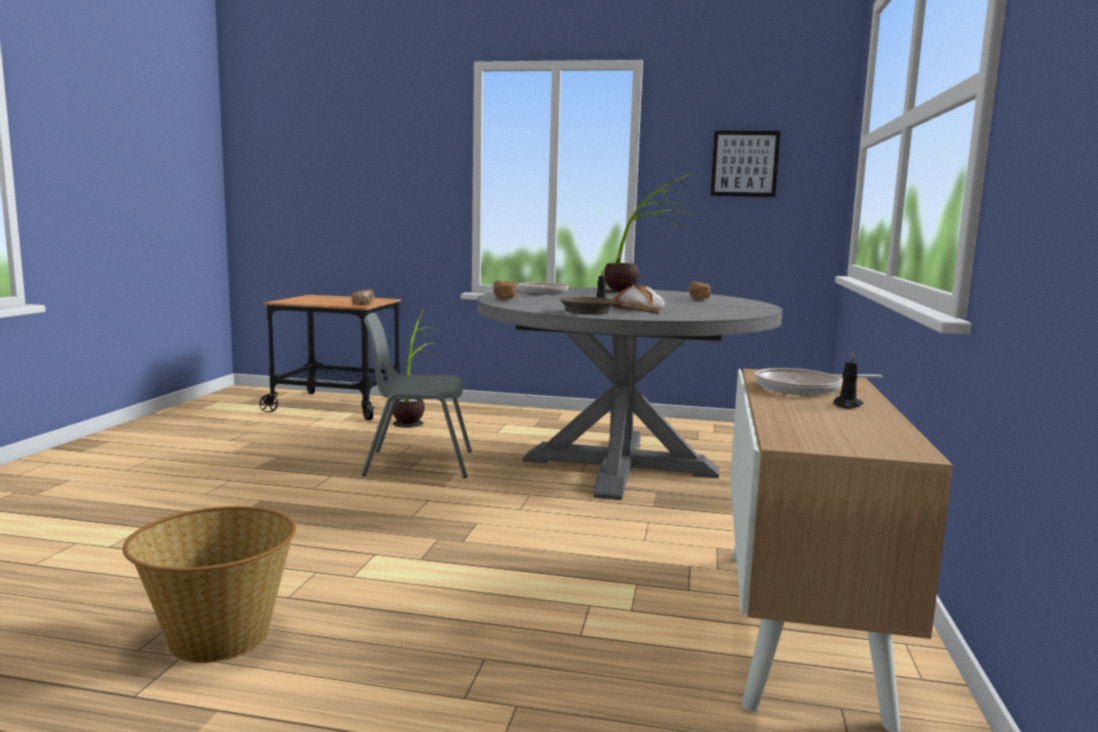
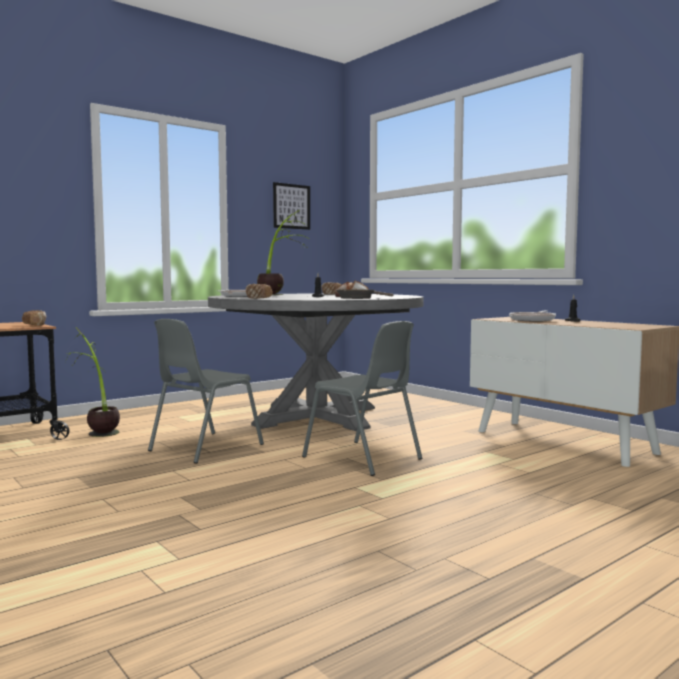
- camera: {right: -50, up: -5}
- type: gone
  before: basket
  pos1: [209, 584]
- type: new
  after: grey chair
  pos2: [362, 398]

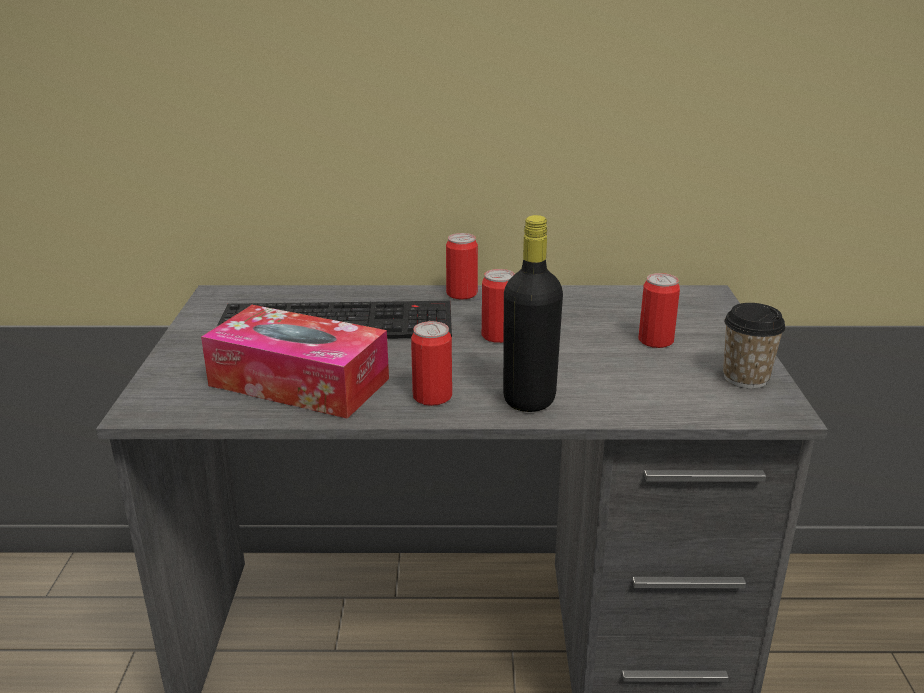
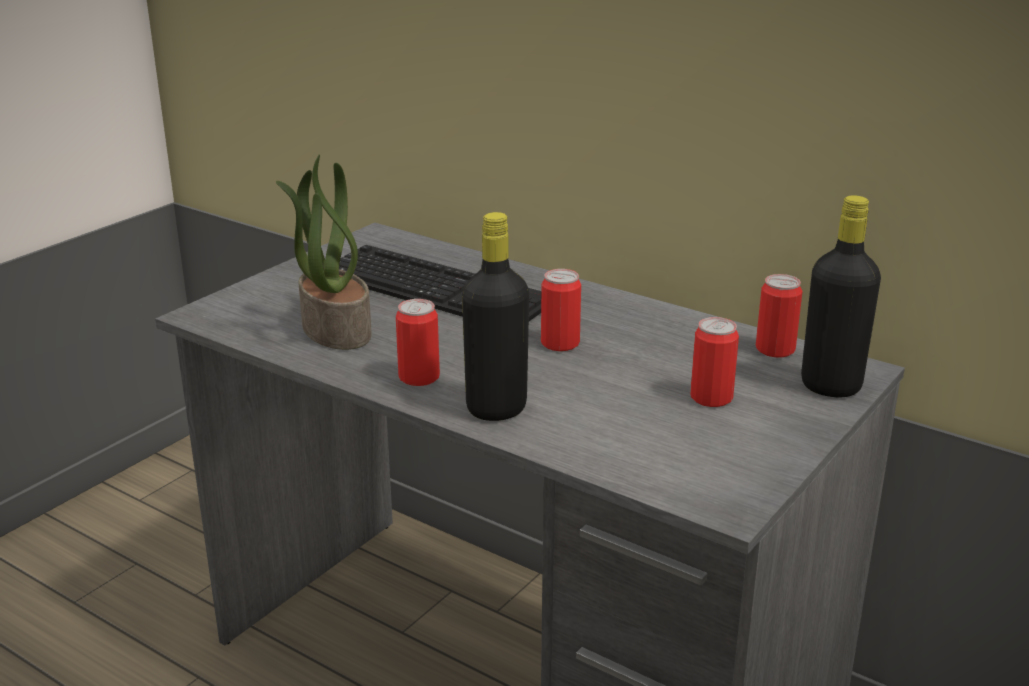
- camera: {right: 35, up: 0}
- type: swapped
  before: tissue box
  after: potted plant
  pos1: [295, 362]
  pos2: [324, 252]
- type: shifted
  before: can
  pos1: [462, 266]
  pos2: [779, 315]
- type: gone
  before: cup
  pos1: [754, 346]
- type: new
  after: black bottle
  pos2: [841, 296]

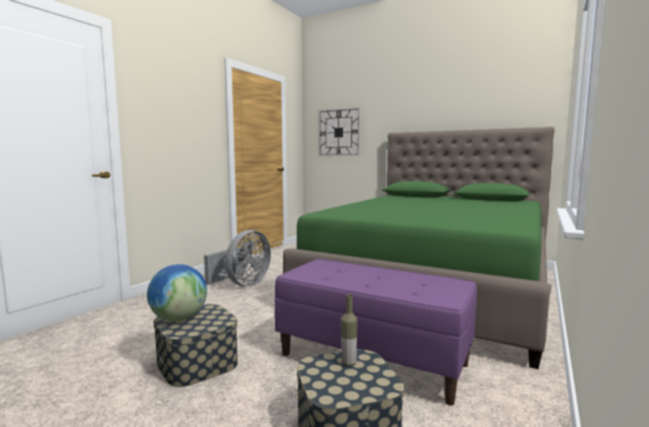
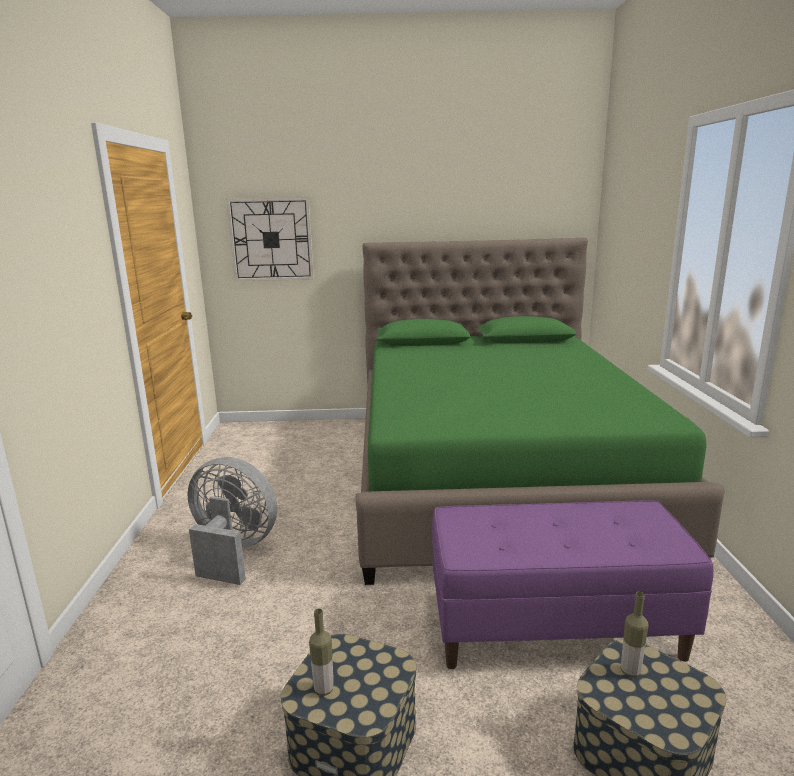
- camera: {right: -30, up: 10}
- type: swapped
  before: globe
  after: bottle
  pos1: [177, 293]
  pos2: [321, 652]
- type: rotated
  before: grey fan
  pos1: [237, 258]
  pos2: [232, 521]
  turn: -75

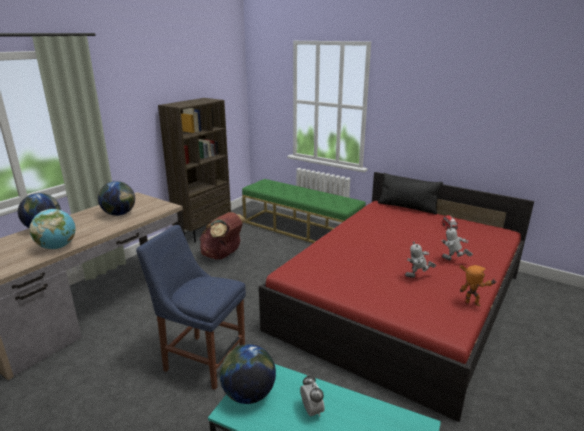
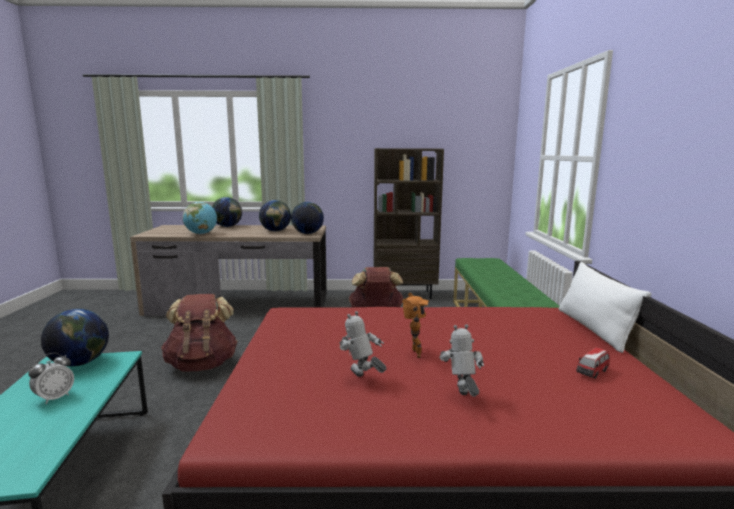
- camera: {right: 55, up: -10}
- type: swapped
  before: blue chair
  after: brown backpack
  pos1: [191, 307]
  pos2: [199, 333]
- type: repainted
  before: black pillow
  after: white pillow
  pos1: [410, 193]
  pos2: [605, 307]
- type: shifted
  before: toy robot
  pos1: [478, 285]
  pos2: [415, 325]
- type: new
  after: globe
  pos2: [307, 218]

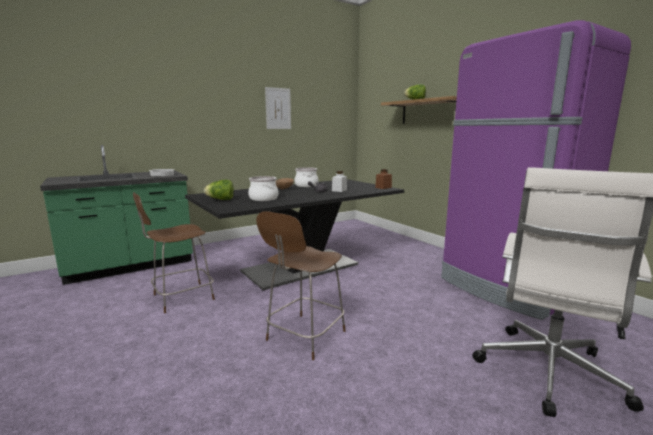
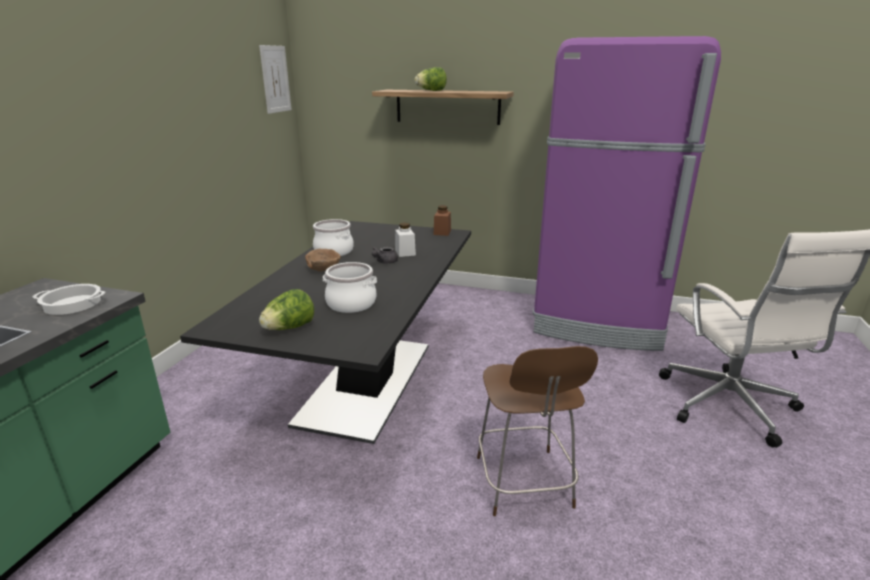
- camera: {right: -40, up: 10}
- type: gone
  before: brown chair
  pos1: [174, 252]
- type: shifted
  before: picture
  pos1: [278, 108]
  pos2: [275, 79]

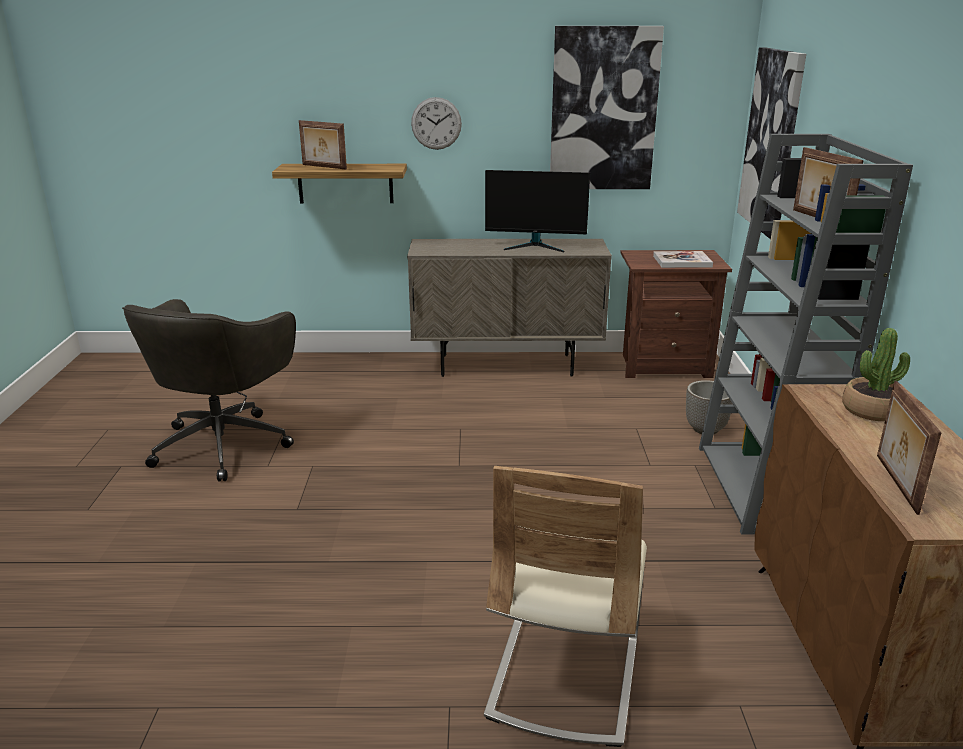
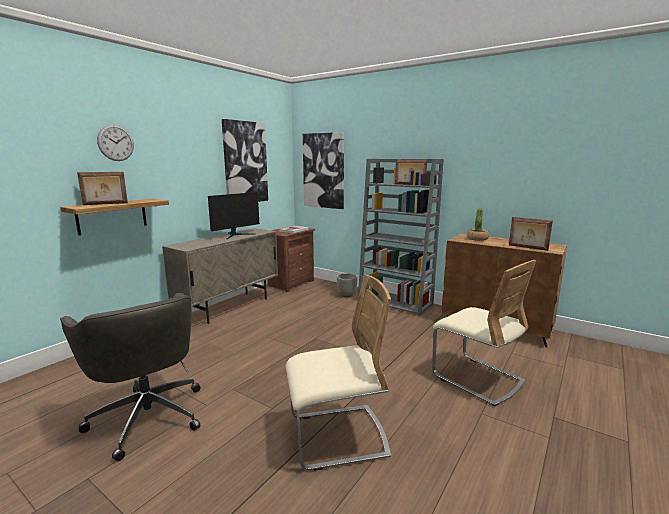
- camera: {right: -55, up: -10}
- type: shifted
  before: wall clock
  pos1: [436, 123]
  pos2: [115, 142]
- type: new
  after: beige chair
  pos2: [338, 373]

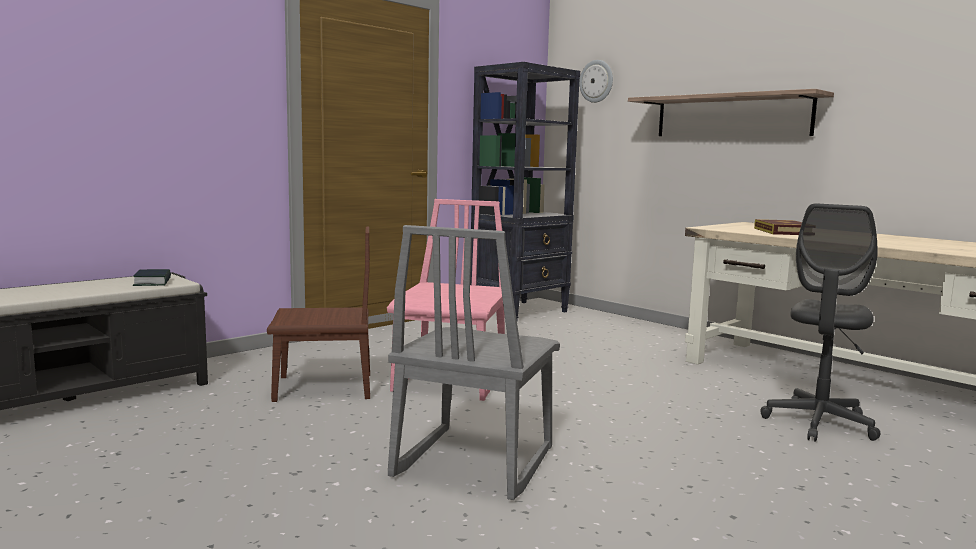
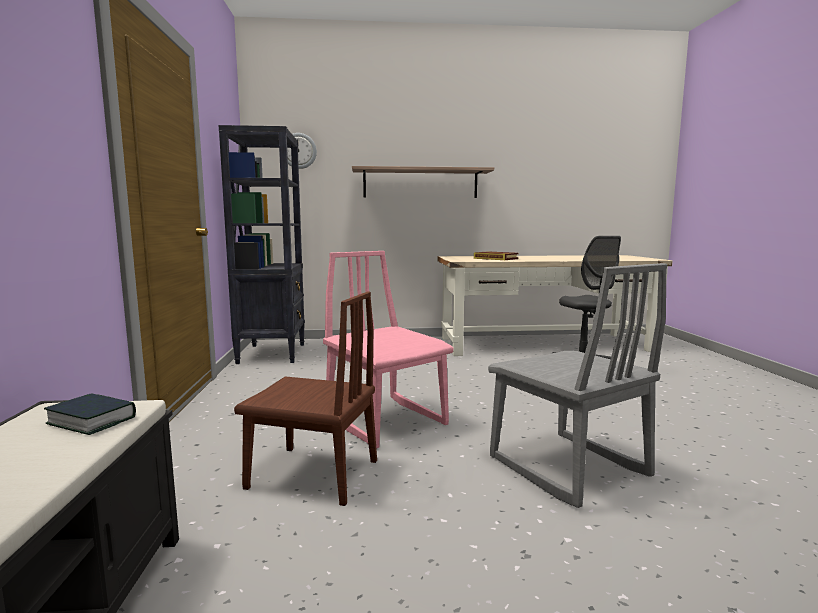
- camera: {right: -50, up: 0}
- type: rotated
  before: brown chair
  pos1: [318, 314]
  pos2: [305, 398]
  turn: 75

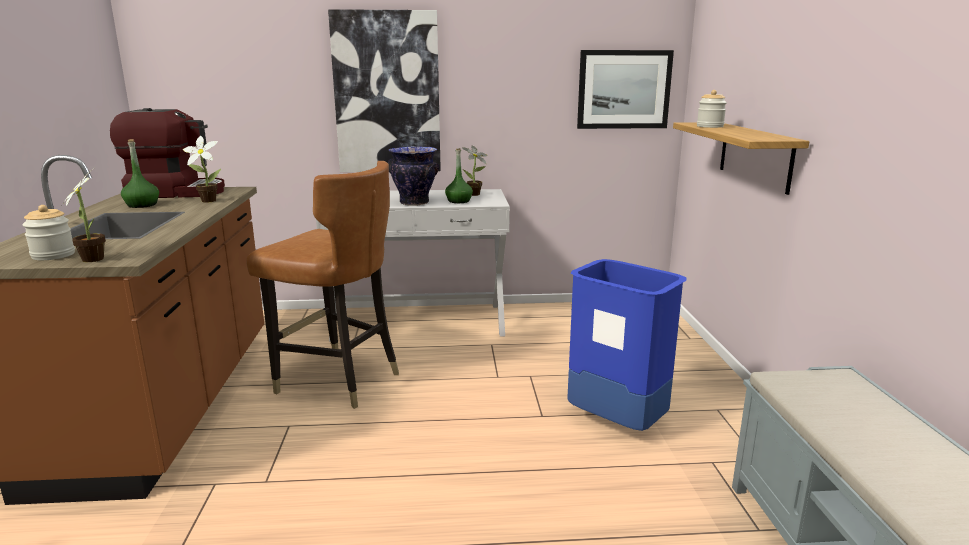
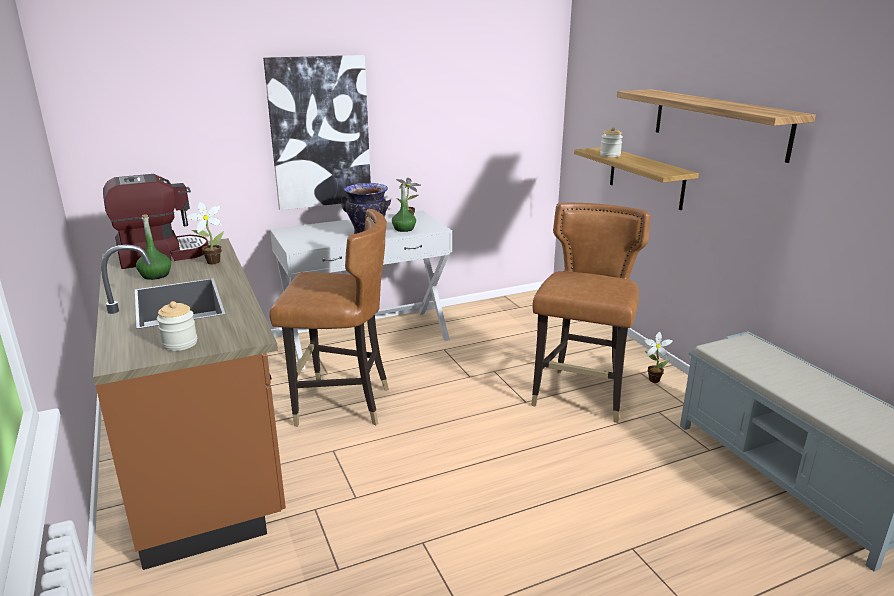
- camera: {right: -20, up: 5}
- type: shifted
  before: potted plant
  pos1: [83, 215]
  pos2: [658, 357]
- type: swapped
  before: blue trash can
  after: brown chair
  pos1: [626, 345]
  pos2: [591, 313]
- type: gone
  before: picture
  pos1: [625, 89]
- type: new
  after: shelf
  pos2: [716, 126]

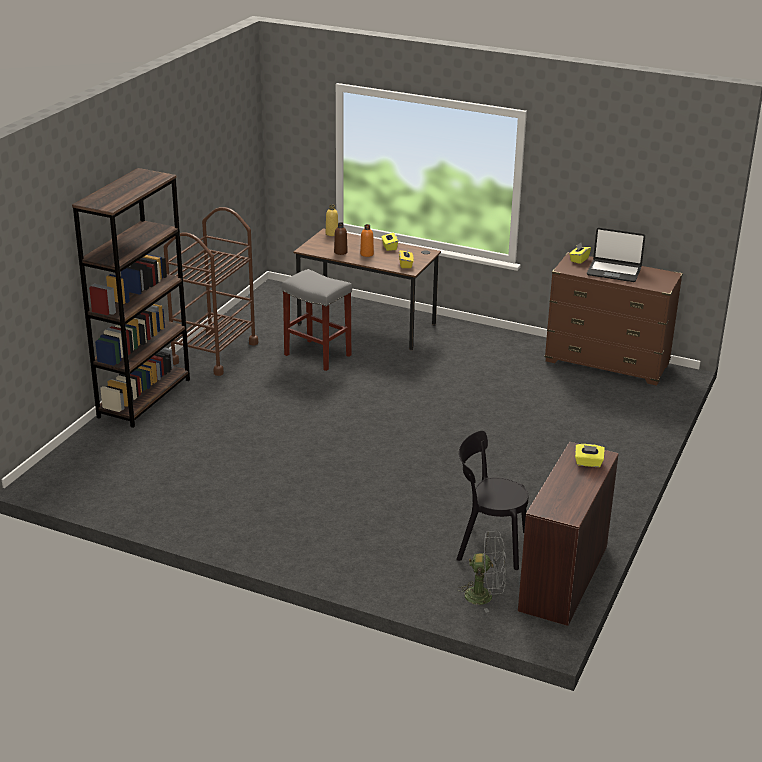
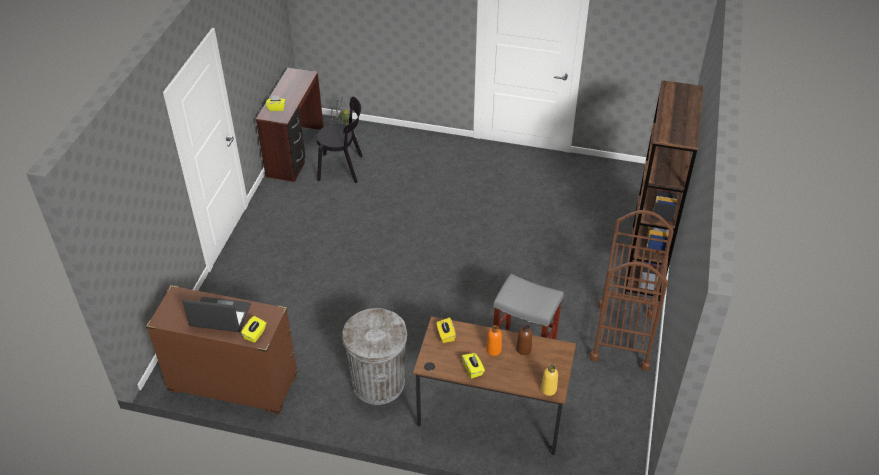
- camera: {right: 170, up: 15}
- type: new
  after: grey trash can
  pos2: [374, 356]

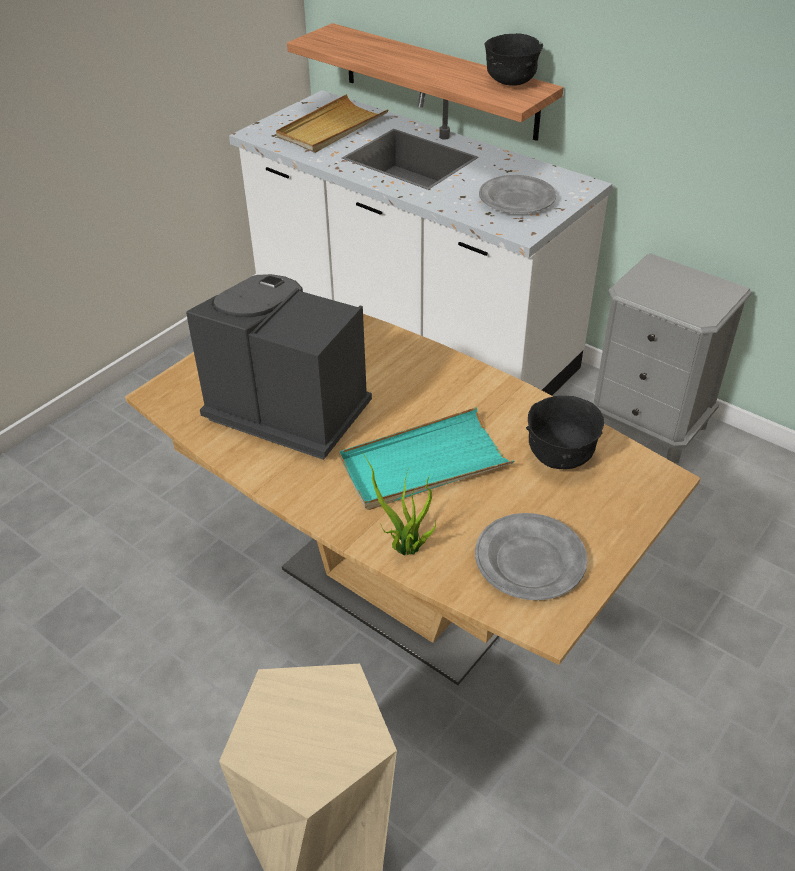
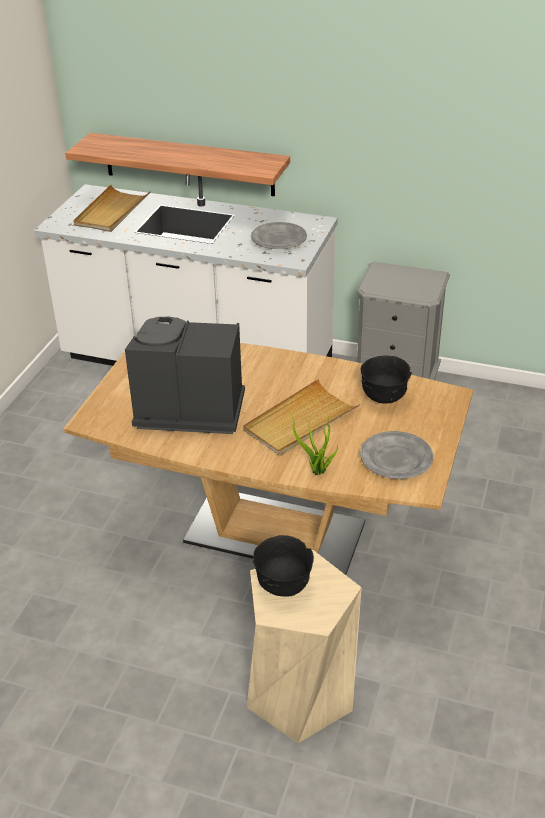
- camera: {right: -20, up: -5}
- type: repainted
  before: turquoise tray
  after: beige tray
  pos1: [426, 458]
  pos2: [301, 417]
- type: shifted
  before: black bowl
  pos1: [513, 59]
  pos2: [283, 566]

